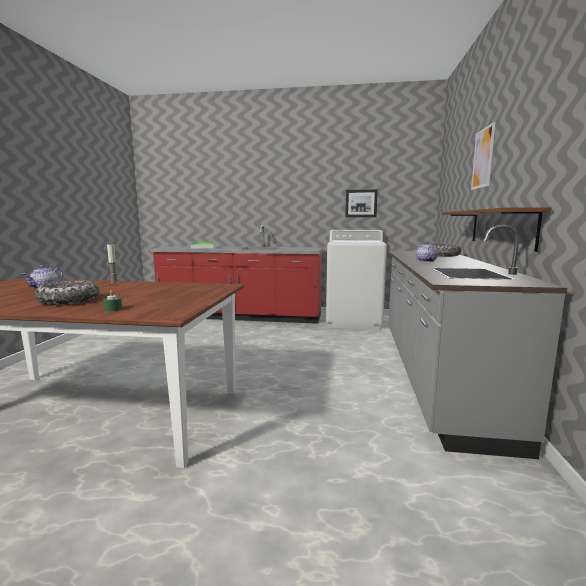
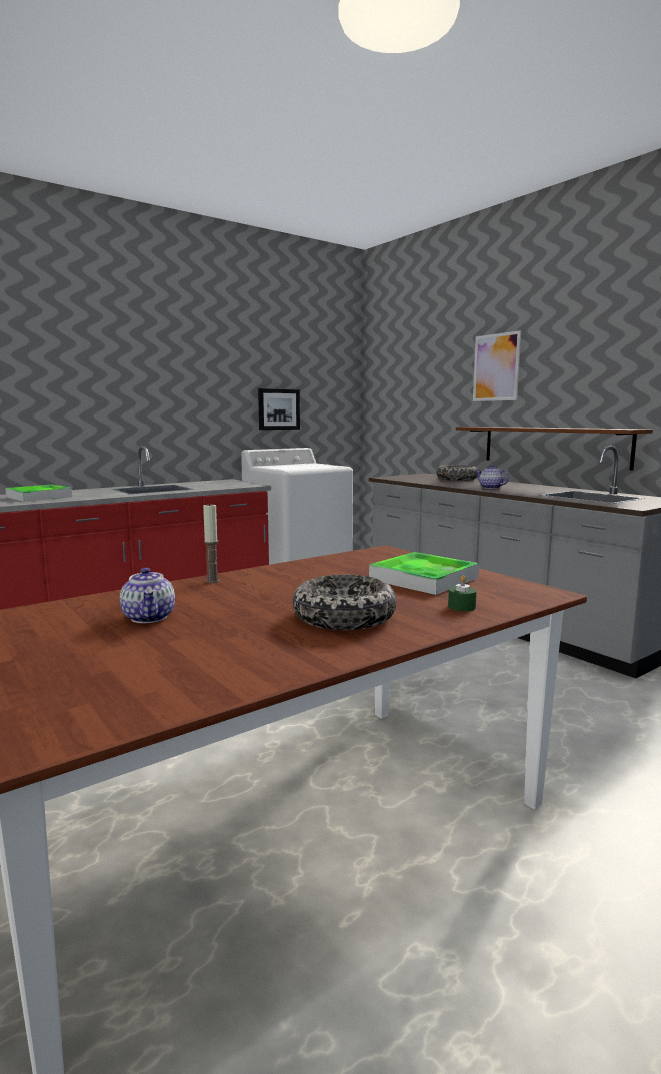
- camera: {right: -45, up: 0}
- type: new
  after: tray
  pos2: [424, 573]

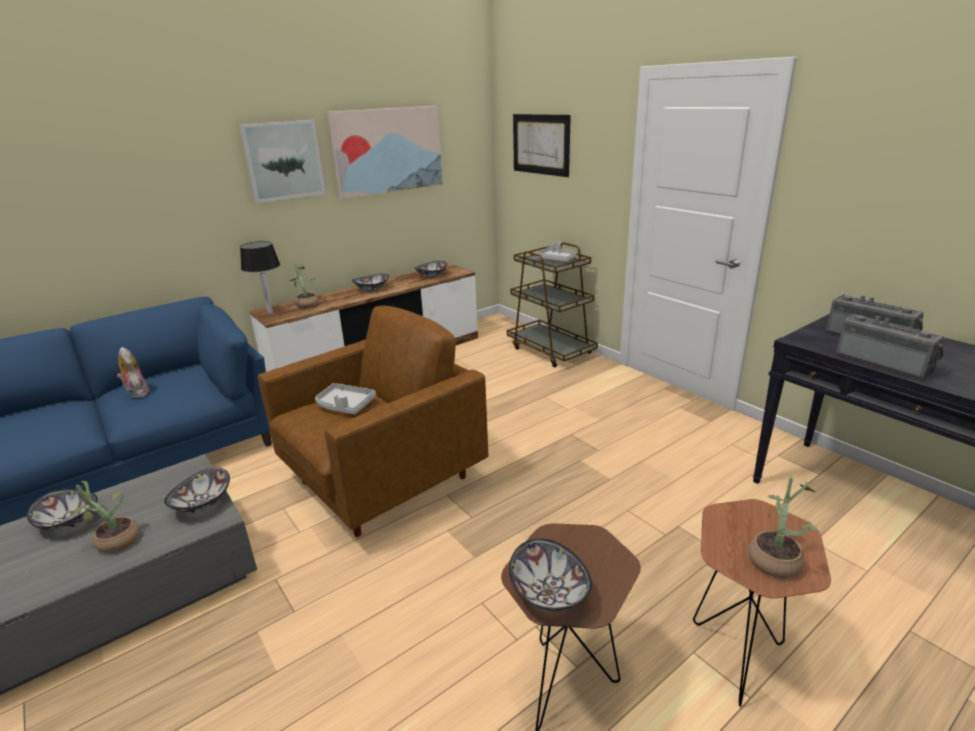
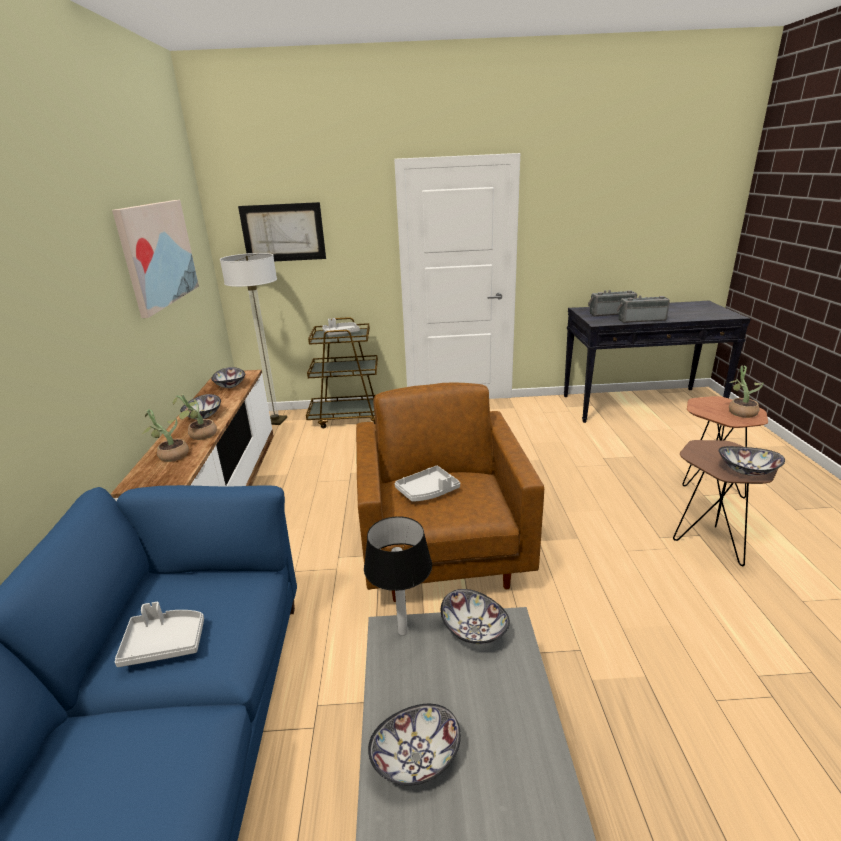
- camera: {right: -55, up: 0}
- type: shifted
  before: potted plant
  pos1: [104, 517]
  pos2: [195, 417]
- type: swapped
  before: plush toy
  after: grey tray
  pos1: [133, 372]
  pos2: [159, 634]
- type: gone
  before: picture
  pos1: [282, 161]
- type: shifted
  before: table lamp
  pos1: [260, 277]
  pos2: [398, 576]
- type: new
  after: floor lamp
  pos2: [253, 339]

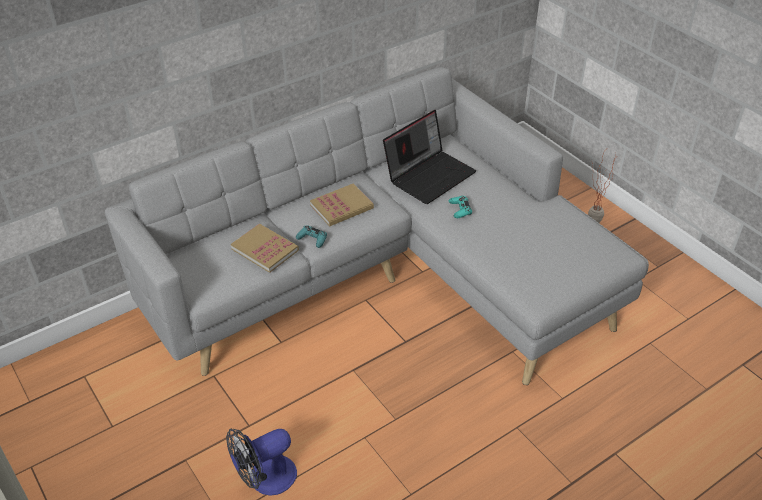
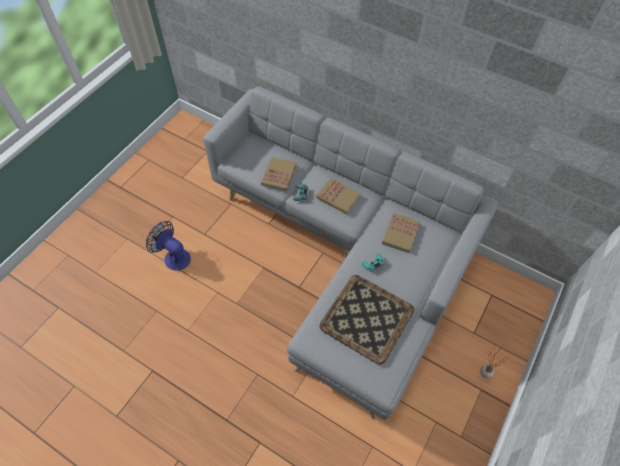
- camera: {right: 65, up: 15}
- type: swapped
  before: laptop
  after: book
  pos1: [429, 157]
  pos2: [401, 233]
- type: new
  after: tray
  pos2: [366, 320]

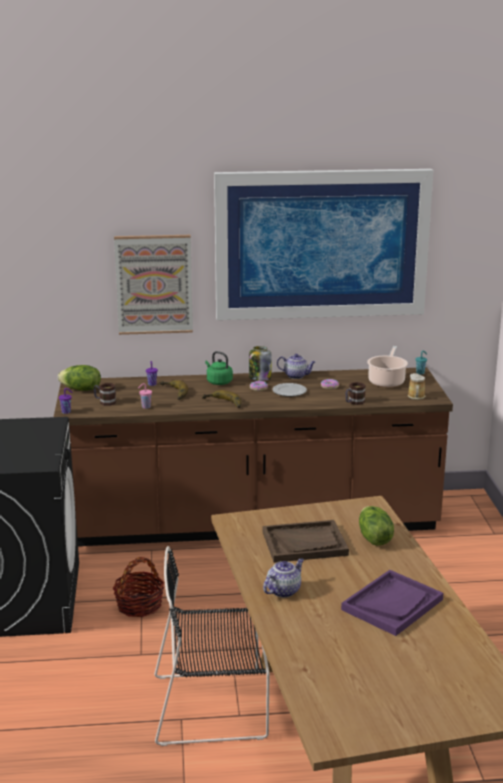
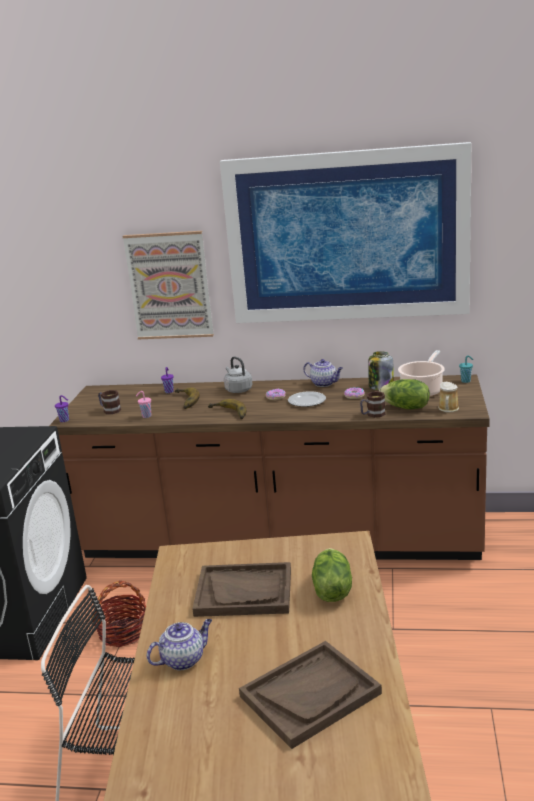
- camera: {right: 15, up: 0}
- type: shifted
  before: lettuce
  pos1: [79, 378]
  pos2: [404, 394]
- type: repainted
  before: green kettle
  after: grey kettle
  pos1: [219, 368]
  pos2: [238, 374]
- type: shifted
  before: jar
  pos1: [260, 363]
  pos2: [381, 370]
- type: repainted
  before: purple tray
  after: brown tray
  pos1: [392, 603]
  pos2: [310, 695]

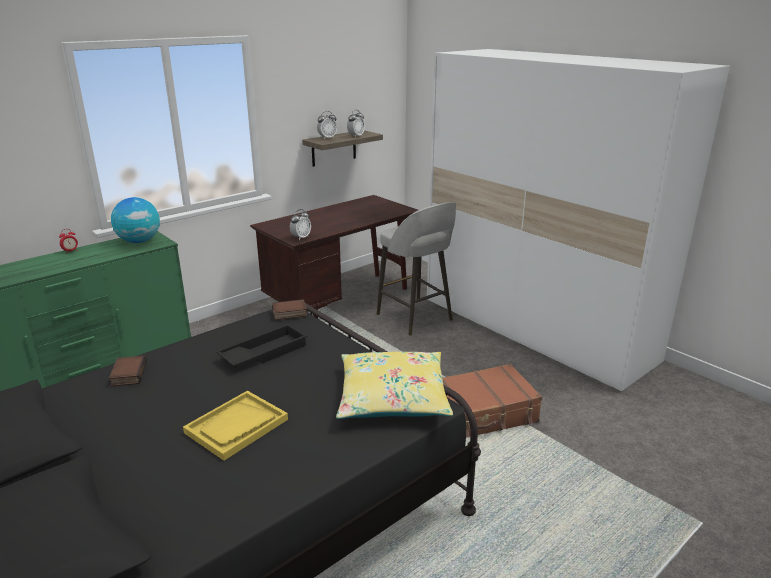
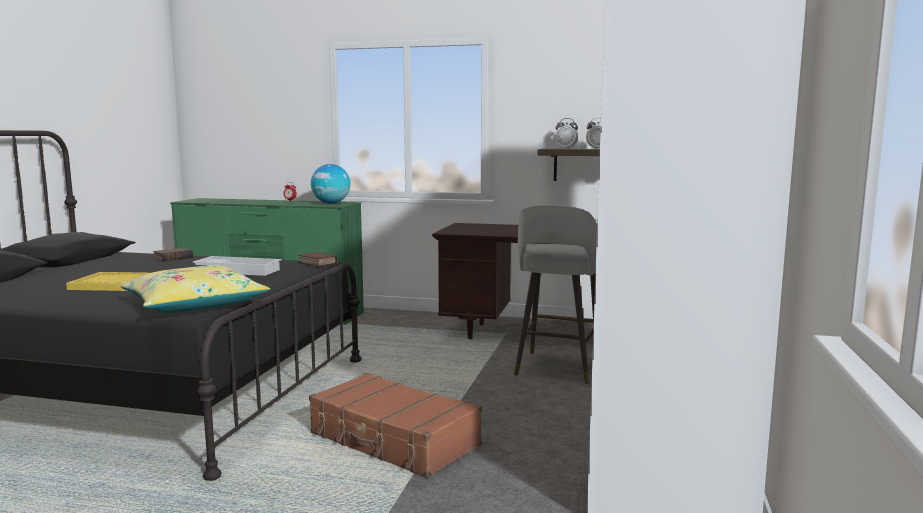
- camera: {right: 55, up: -15}
- type: repainted
  before: black tray
  after: white tray
  pos1: [262, 345]
  pos2: [237, 266]
- type: gone
  before: alarm clock
  pos1: [300, 224]

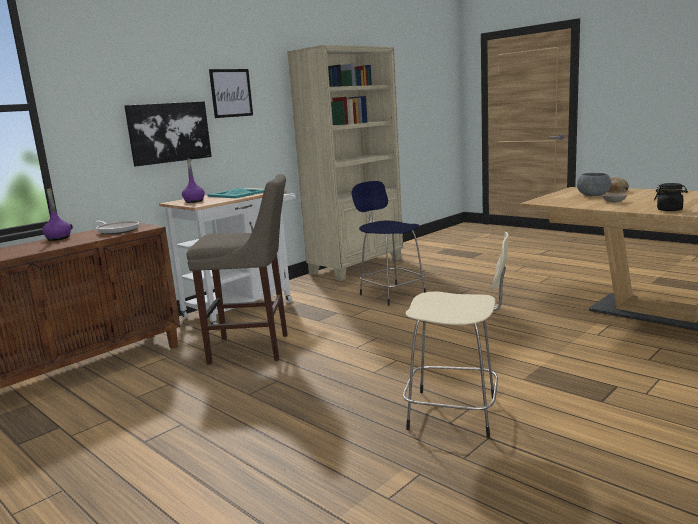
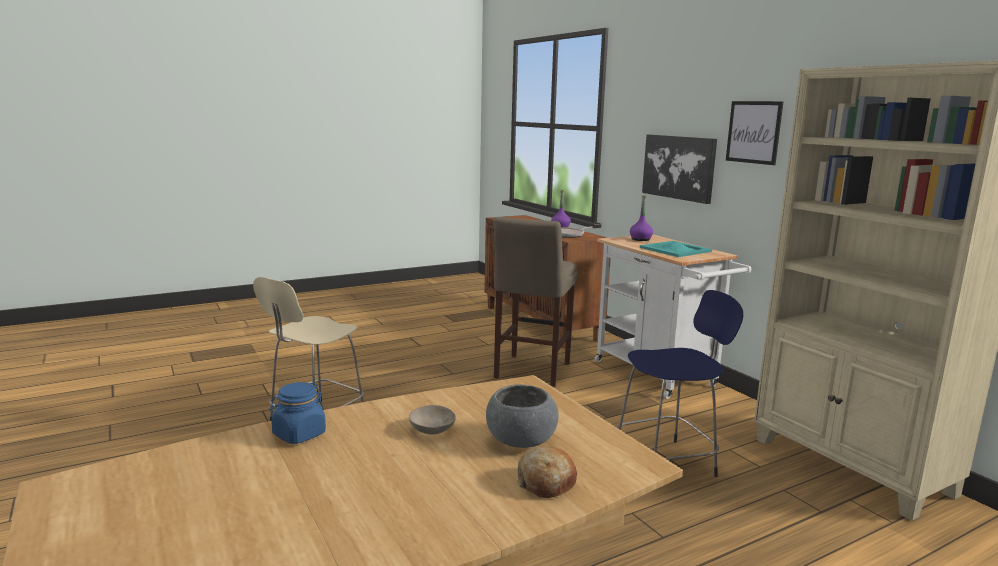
- camera: {right: 105, up: 0}
- type: repainted
  before: black jar
  after: blue jar
  pos1: [671, 197]
  pos2: [298, 413]

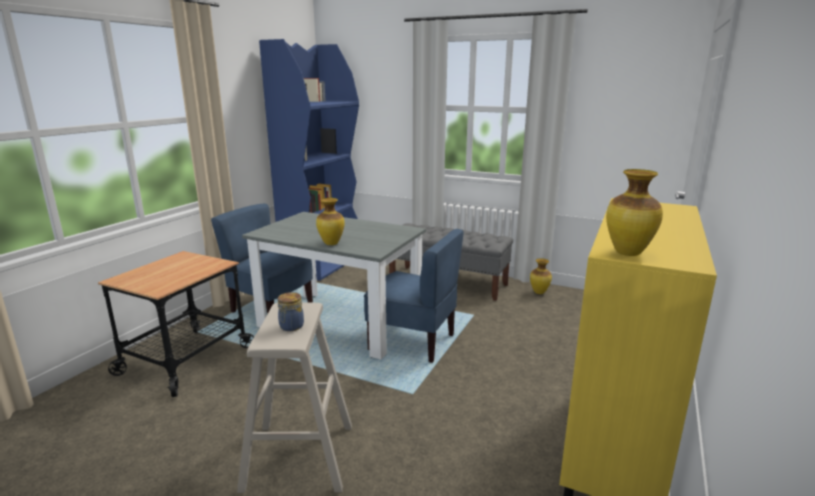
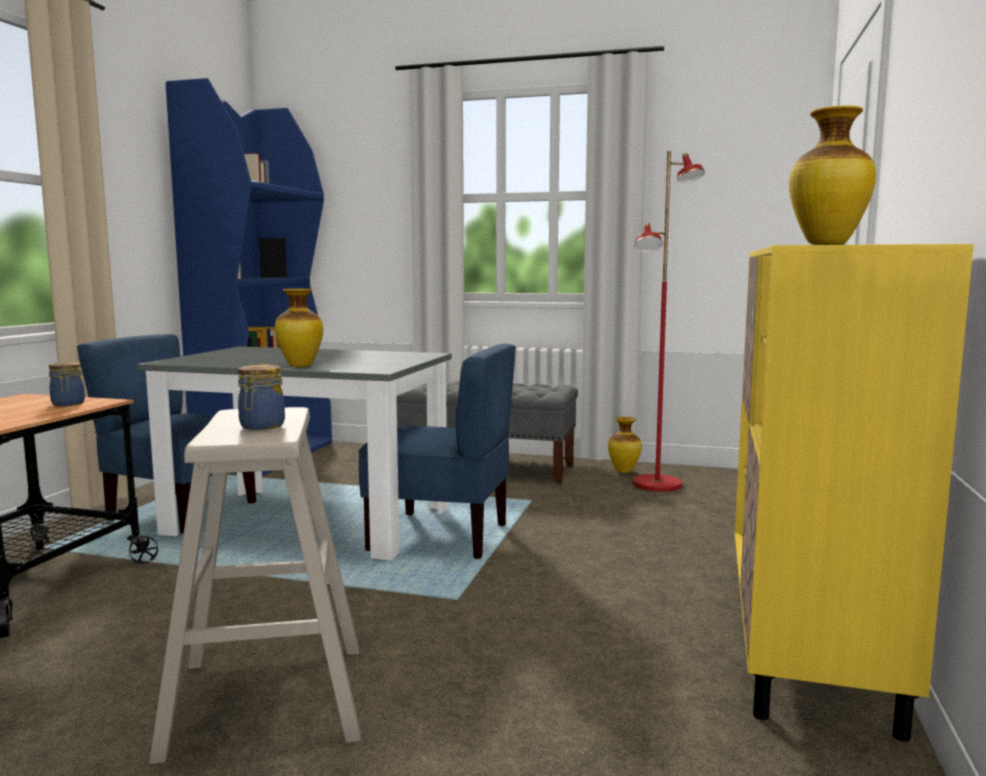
- camera: {right: -10, up: -10}
- type: new
  after: jar
  pos2: [67, 384]
- type: new
  after: red floor lamp
  pos2: [669, 321]

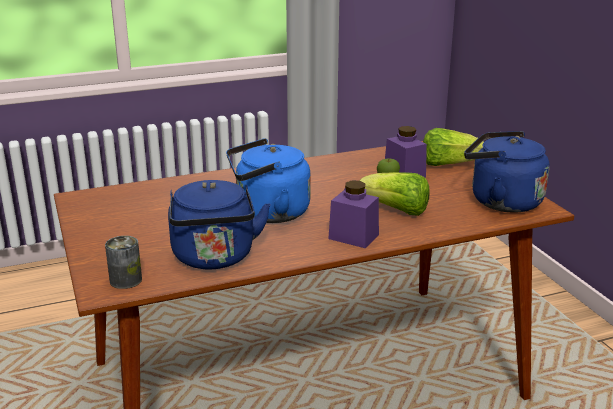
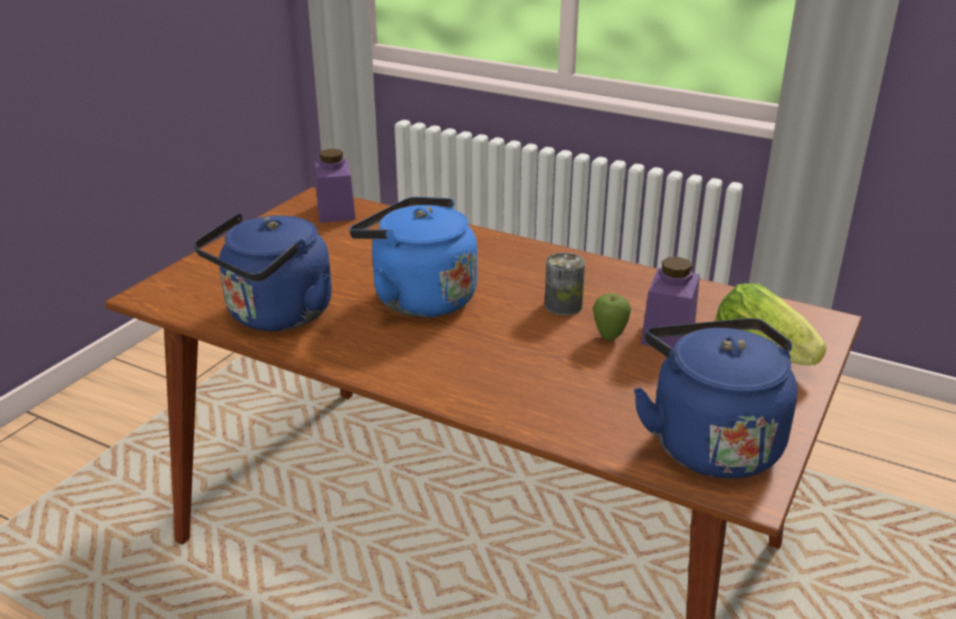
- camera: {right: 50, up: 5}
- type: shifted
  before: can
  pos1: [123, 262]
  pos2: [564, 284]
- type: shifted
  before: purple jar
  pos1: [353, 214]
  pos2: [335, 186]
- type: gone
  before: lettuce
  pos1: [394, 194]

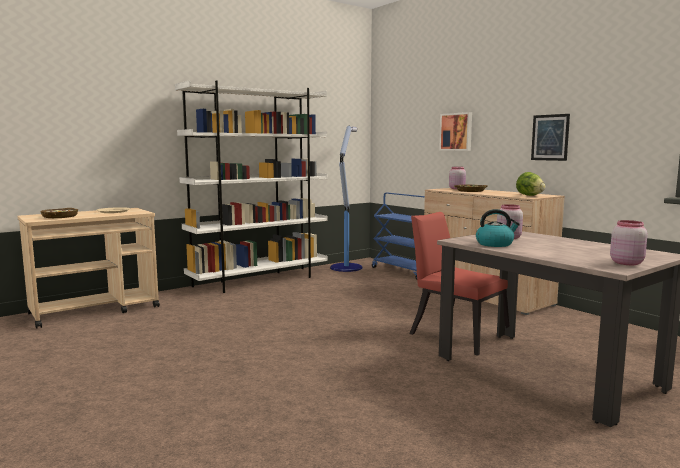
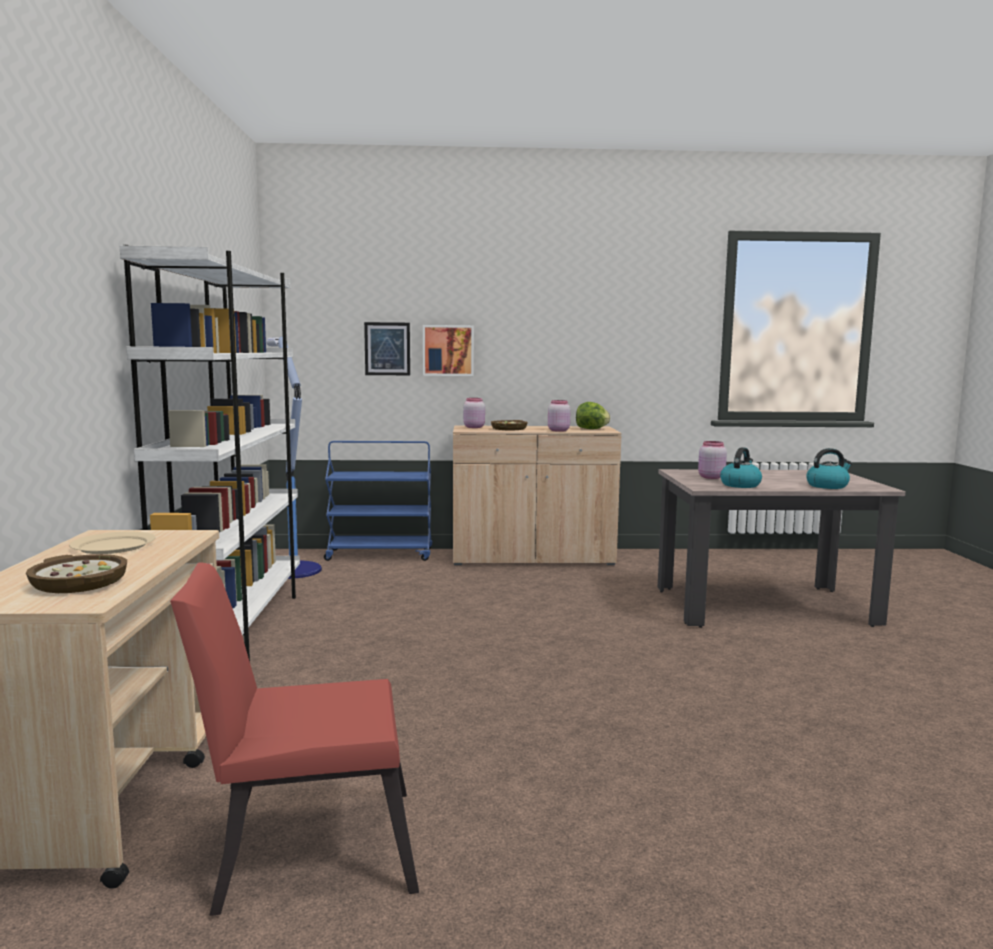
- camera: {right: -55, up: 0}
- type: shifted
  before: red chair
  pos1: [459, 284]
  pos2: [294, 739]
- type: shifted
  before: picture
  pos1: [550, 137]
  pos2: [387, 348]
- type: shifted
  before: pink jar
  pos1: [629, 242]
  pos2: [559, 416]
- type: new
  after: kettle
  pos2: [829, 468]

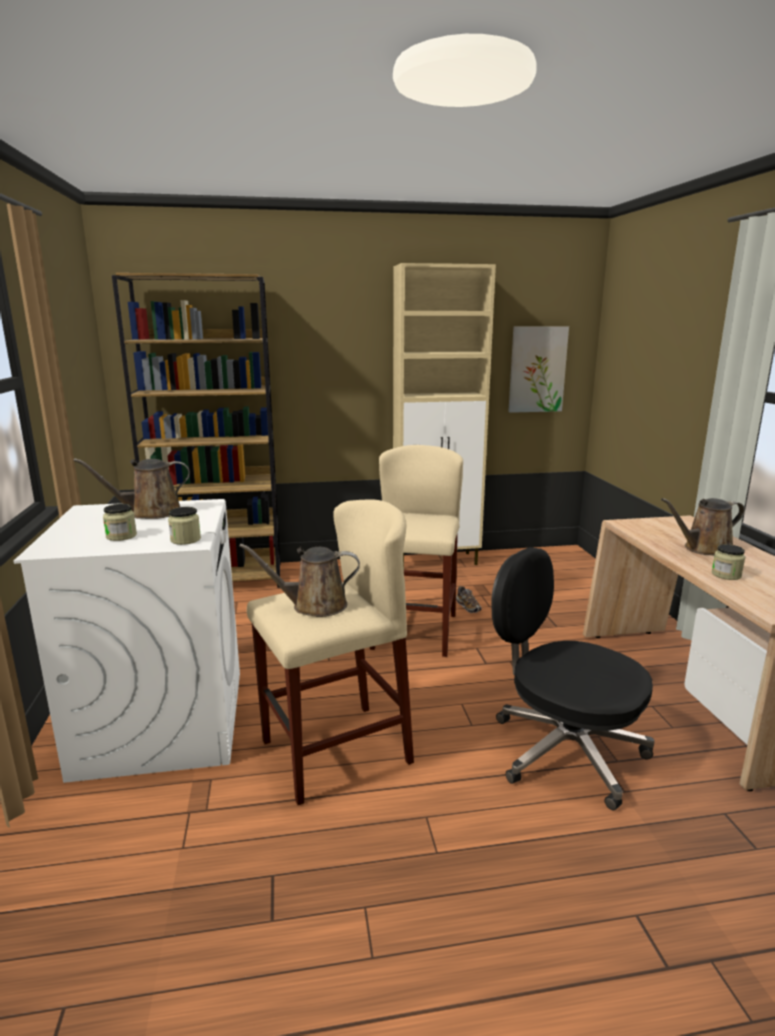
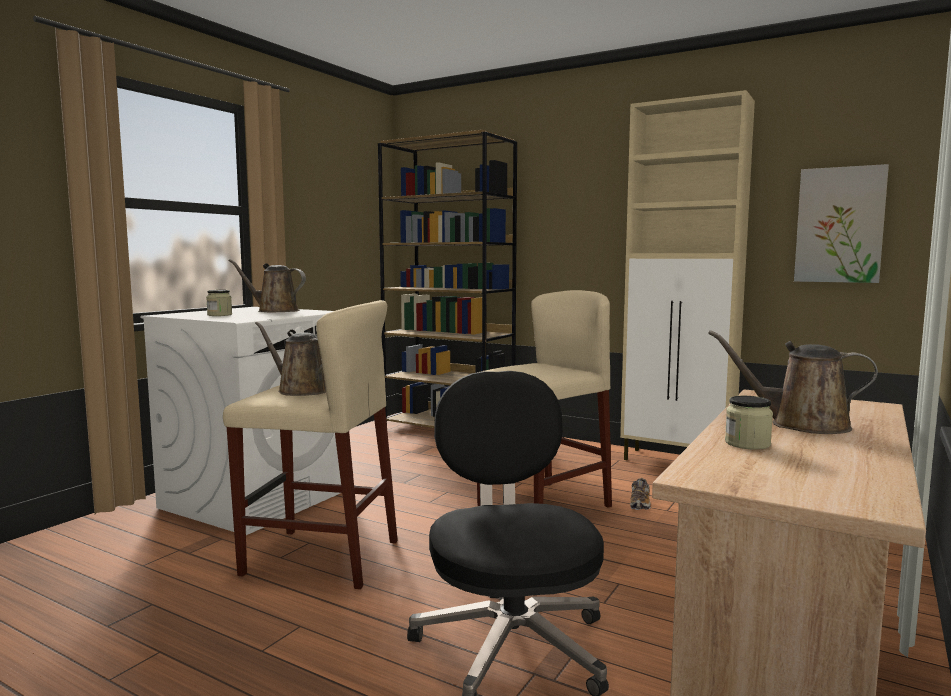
- camera: {right: 40, up: -10}
- type: gone
  before: jar
  pos1: [184, 526]

